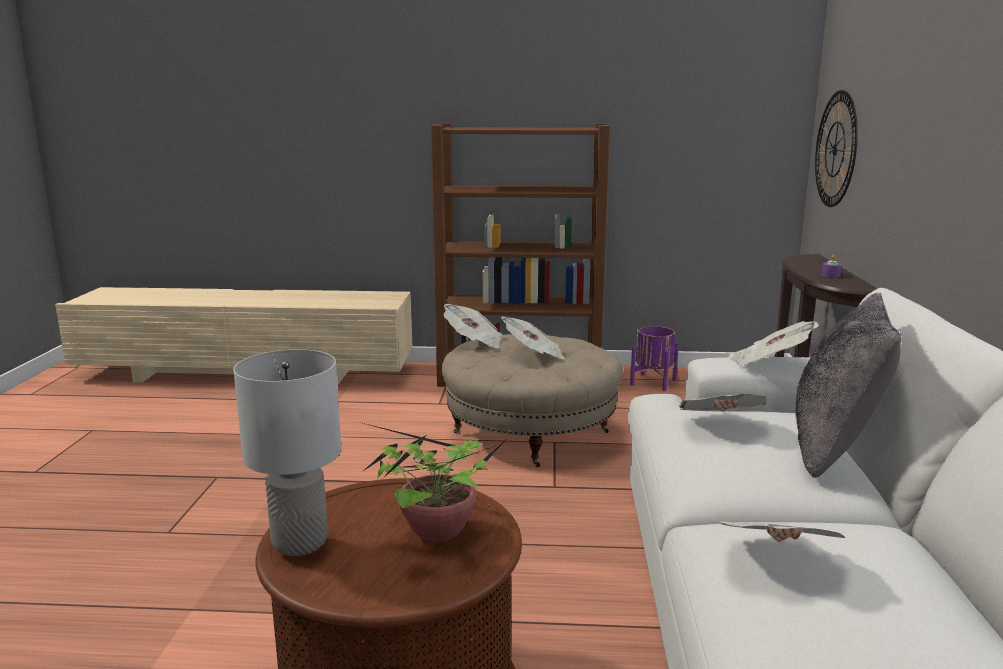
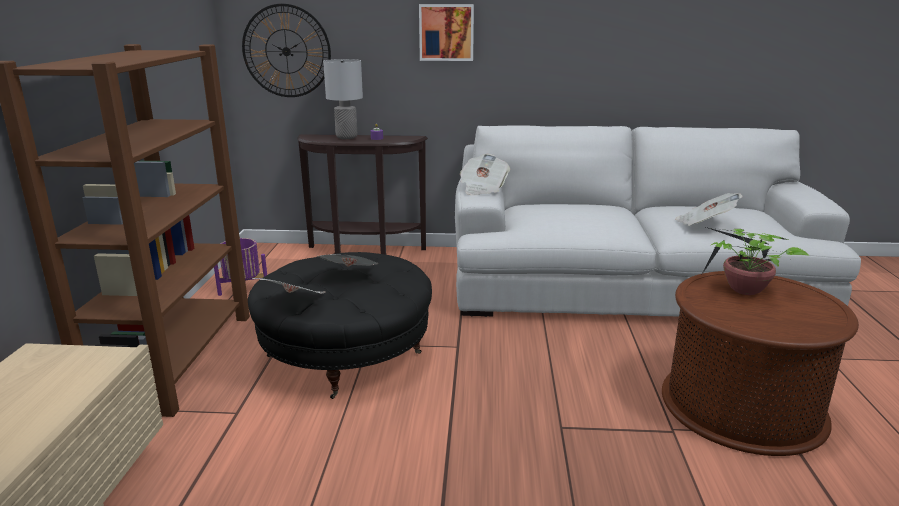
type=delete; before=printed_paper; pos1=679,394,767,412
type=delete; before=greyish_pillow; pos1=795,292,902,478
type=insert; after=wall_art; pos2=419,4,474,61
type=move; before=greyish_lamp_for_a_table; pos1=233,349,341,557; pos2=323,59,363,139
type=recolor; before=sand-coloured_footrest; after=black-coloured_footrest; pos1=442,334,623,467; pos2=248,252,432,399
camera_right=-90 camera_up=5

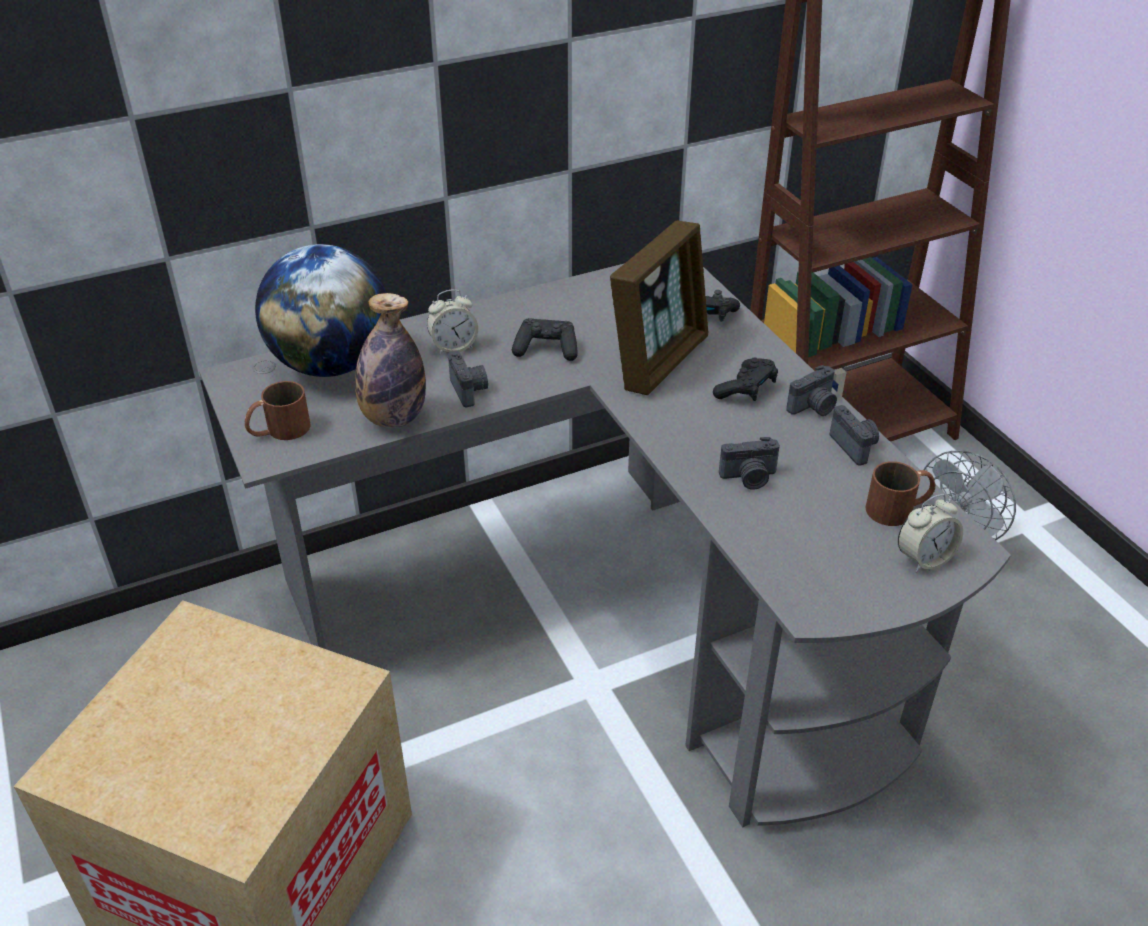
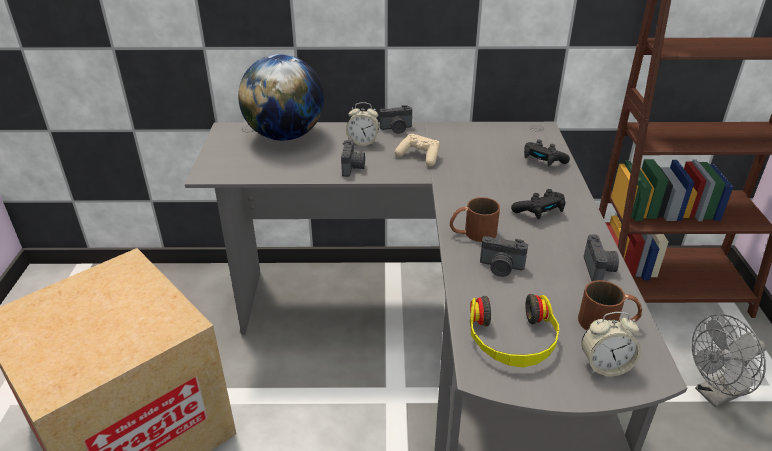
type=delete; before=bottle; pos1=355,293,426,428
type=delete; before=photo_frame; pos1=610,221,708,395
type=insert; after=pair_of_headphones; pos2=470,294,559,367
type=move; before=brown_mug; pos1=245,381,311,440; pos2=450,197,500,242
type=move; before=photo_camera; pos1=786,365,837,416; pos2=380,105,412,134
type=recolor; before=black-coloured_game_controller; after=sand-coloured_game_controller; pos1=512,318,578,361; pos2=395,134,440,167
camera_right=25 camera_up=-5

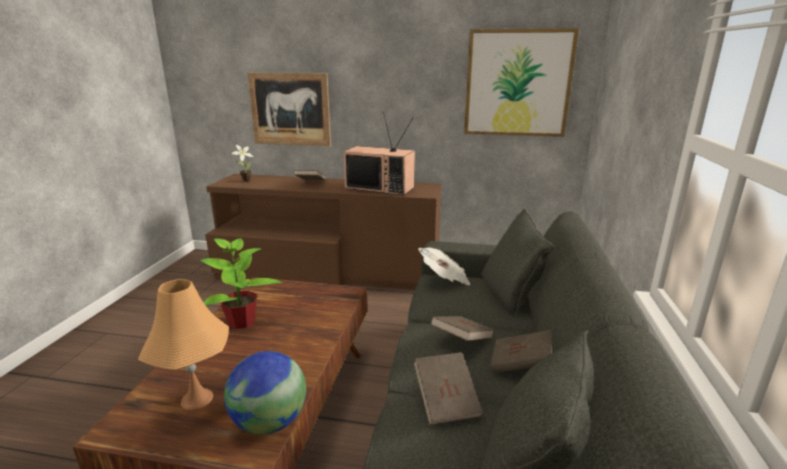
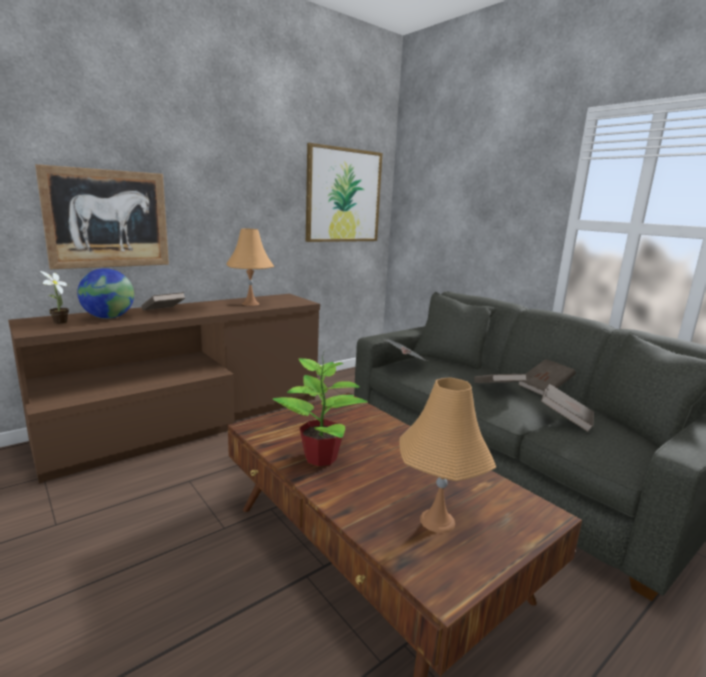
type=move; before=world_globe; pos1=224,351,306,435; pos2=77,268,134,319
type=replace; before=TV_set; after=orange-coloured_lamp_for_a_table; pos1=343,111,415,195; pos2=226,229,274,306
camera_right=-50 camera_up=-5

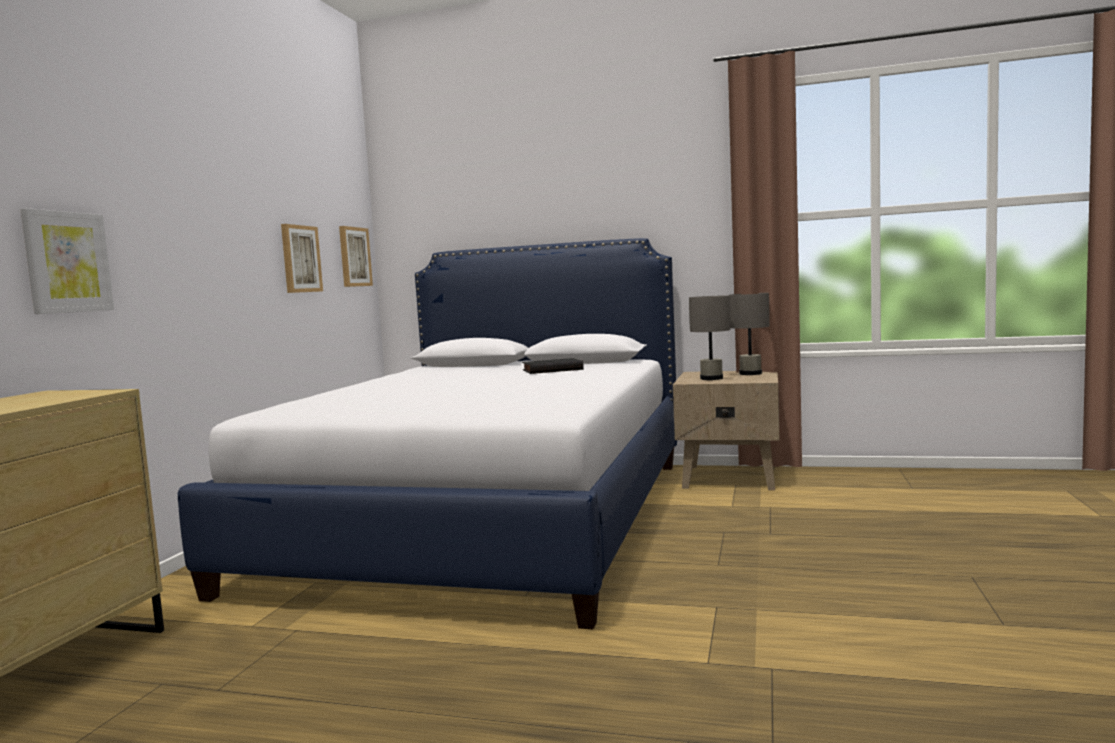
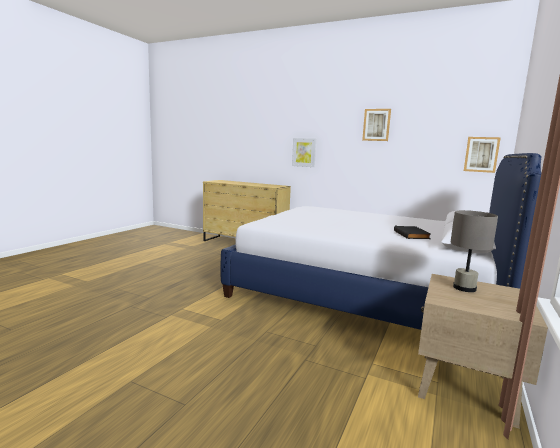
type=delete; before=greyish_lamp_for_a_table; pos1=729,293,770,375
type=move; before=wall_art; pos1=281,224,323,293; pos2=362,109,391,141
camera_right=100 camera_up=5

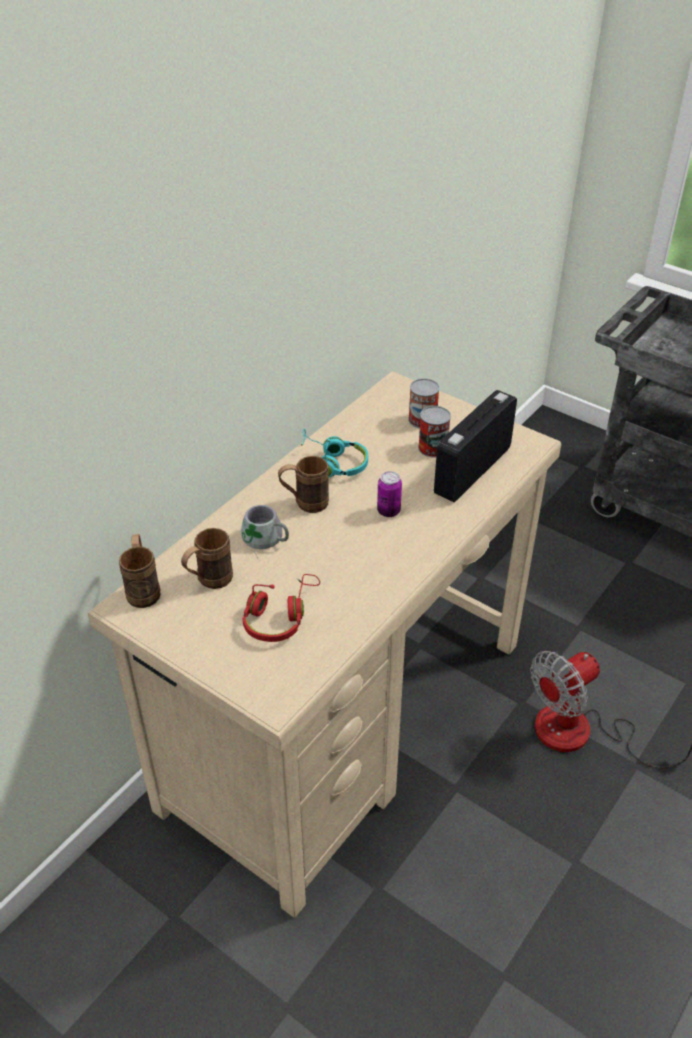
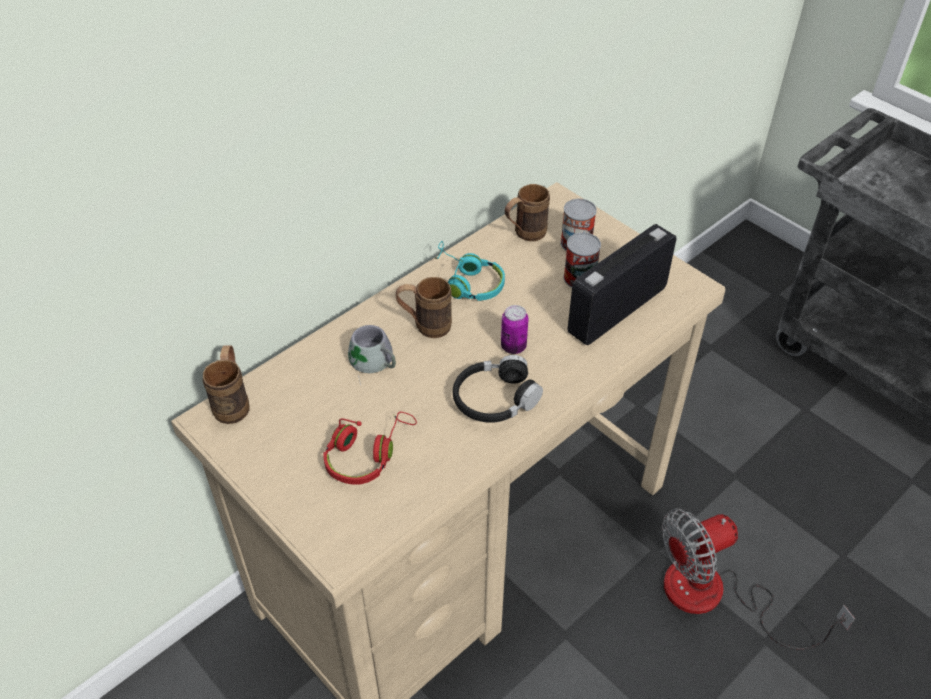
type=insert; after=black-coloured_pair_of_headphones; pos2=453,355,543,423
type=move; before=brown_mug; pos1=181,528,233,589; pos2=505,184,550,241
camera_right=10 camera_up=5

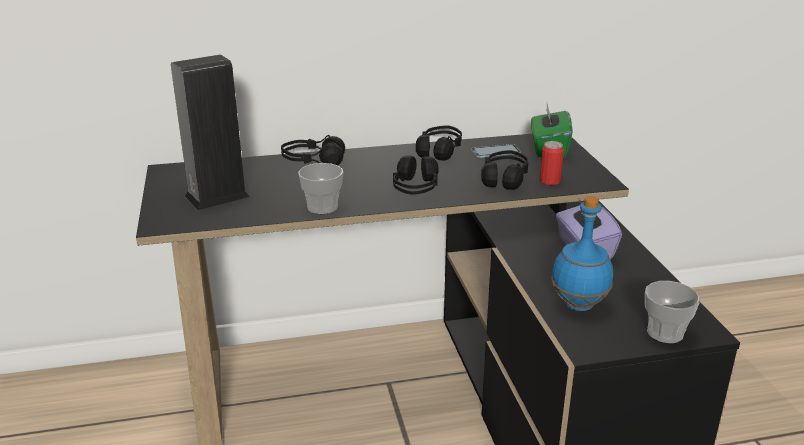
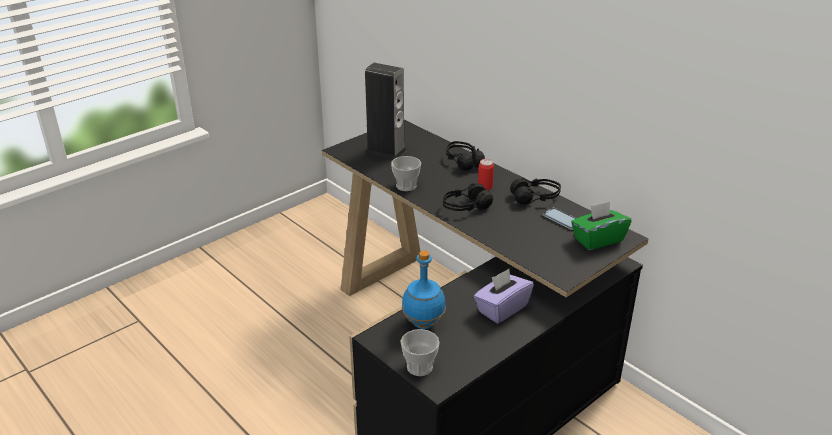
type=delete; before=black-coloured_pair_of_headphones; pos1=481,150,528,190
type=move; before=metal_can; pos1=539,141,564,185; pos2=478,159,494,190
camera_right=60 camera_up=5

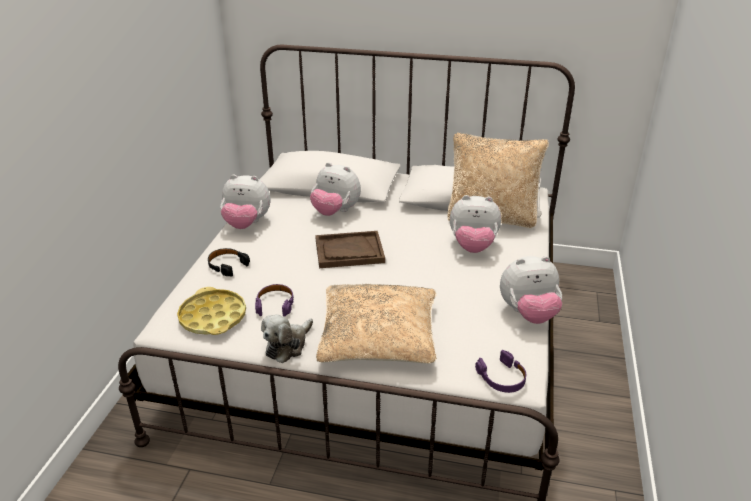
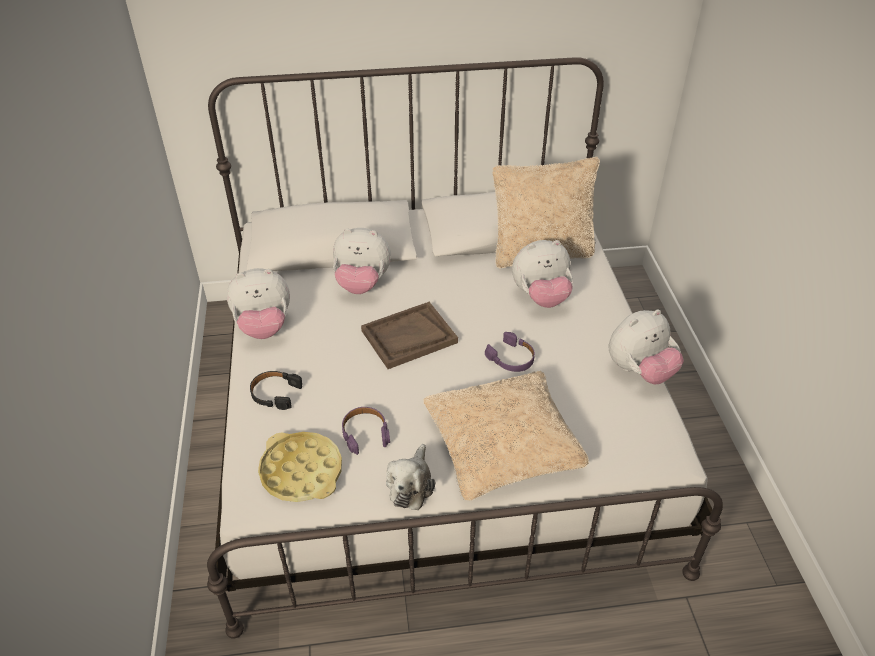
type=move; before=purple_pair_of_headphones; pos1=475,350,526,393; pos2=485,332,535,372
camera_right=-20 camera_up=10

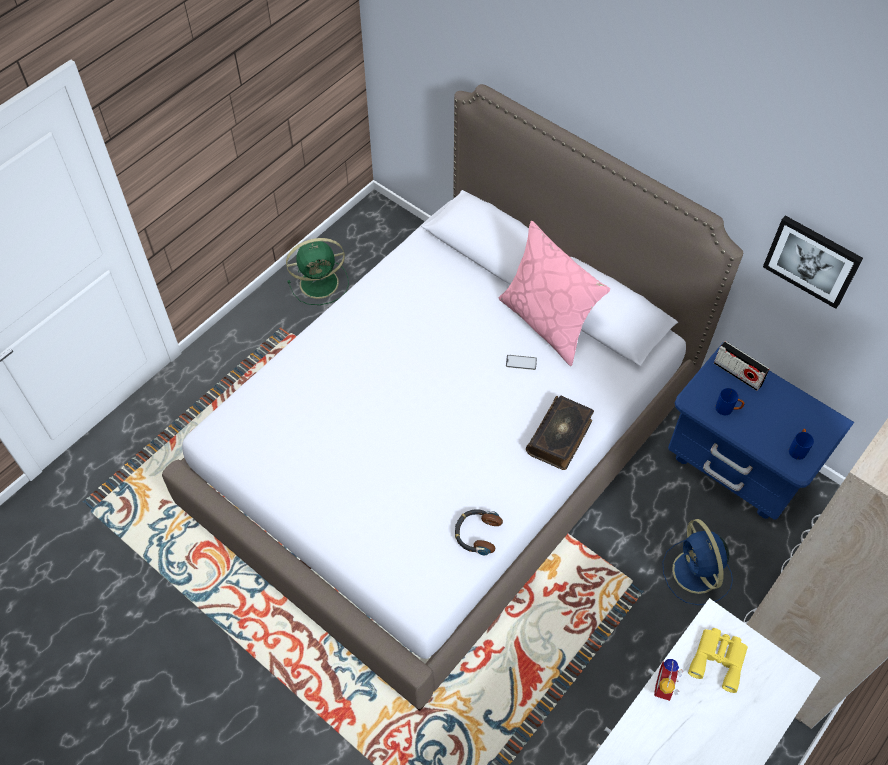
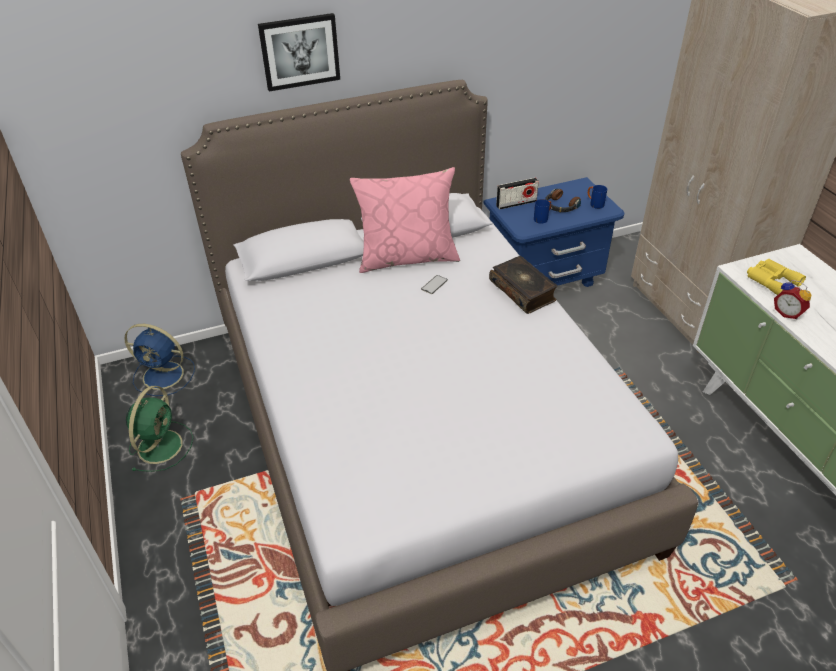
type=move; before=pair_of_headphones; pos1=455,509,503,555; pos2=545,188,581,212
type=move; before=bluish_cooling_fan; pos1=662,519,733,605; pos2=124,324,195,396
type=move; before=wall_art; pos1=763,215,863,309; pos2=258,13,340,92
camera_right=-60 camera_up=-15

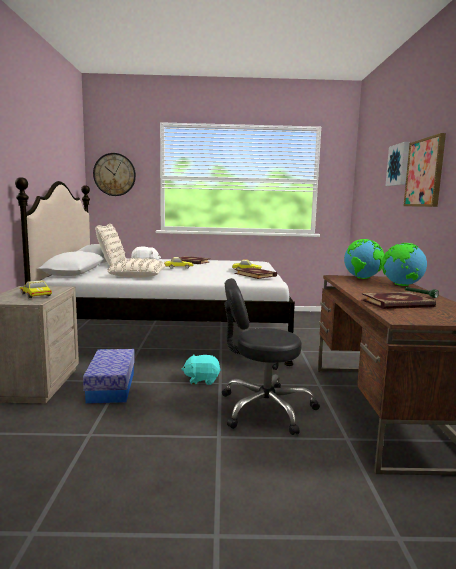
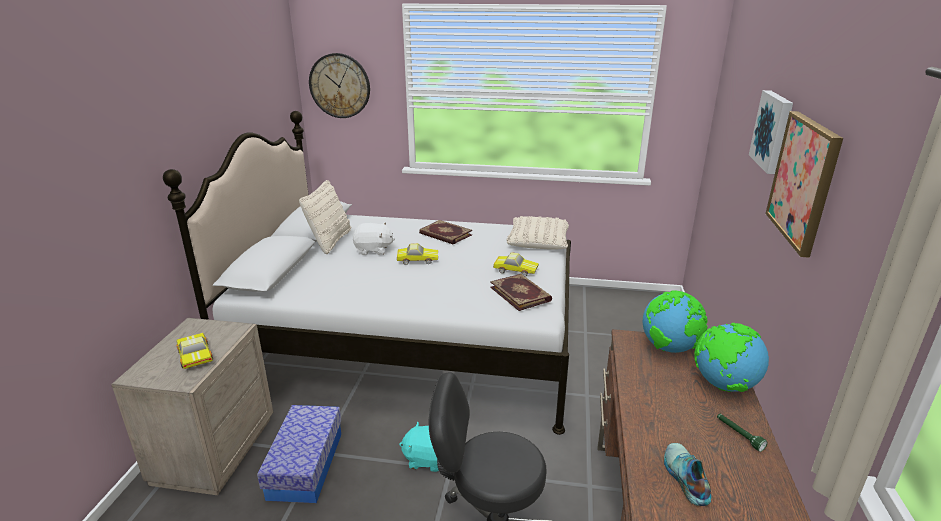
type=move; before=sand-coloured_pillow; pos1=108,258,165,277; pos2=507,216,569,250
type=replace; before=bound_book; after=item_of_footwear; pos1=361,292,436,309; pos2=664,443,711,506
camera_right=10 camera_up=15

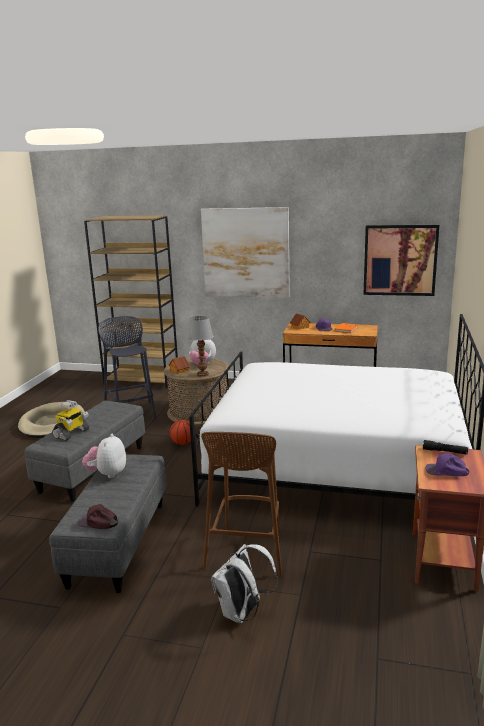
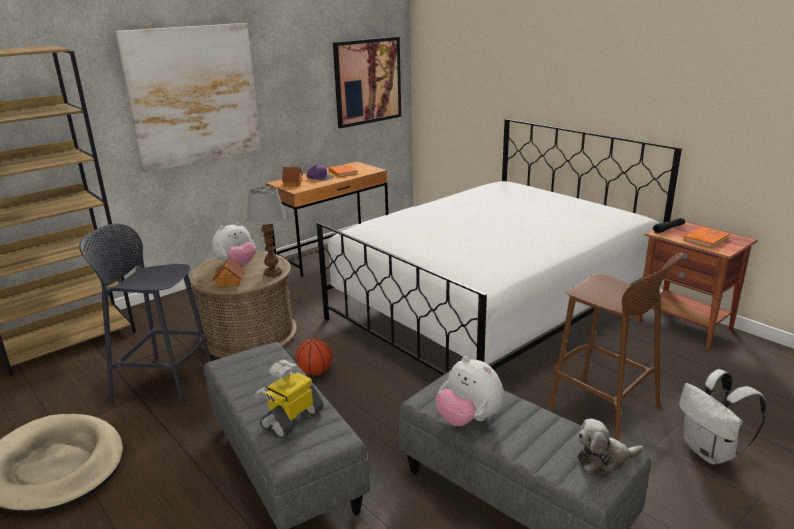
type=replace; before=brown_peaked_cap; after=soft_toy; pos1=78,504,118,529; pos2=577,419,644,475
type=replace; before=purple_peaked_cap; after=orange-coloured_bound_book; pos1=425,453,469,476; pos2=683,227,730,248
type=rotate; before=model_robot; pos1=52,400,89,441; pos2=255,360,324,438; turn=-120
camera_right=-55 camera_up=5

